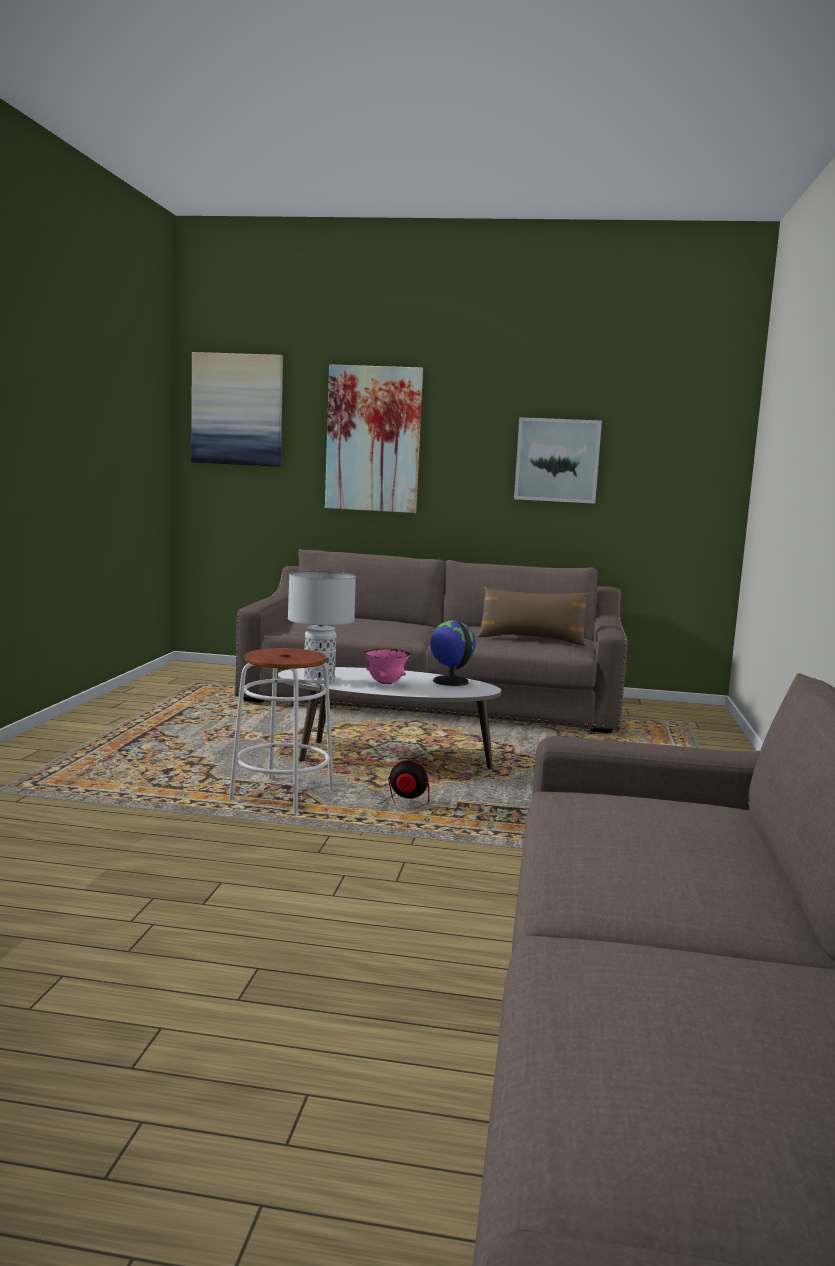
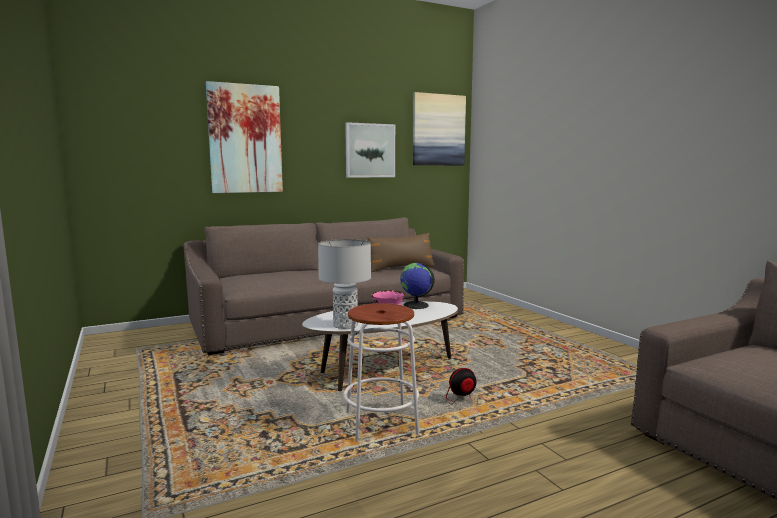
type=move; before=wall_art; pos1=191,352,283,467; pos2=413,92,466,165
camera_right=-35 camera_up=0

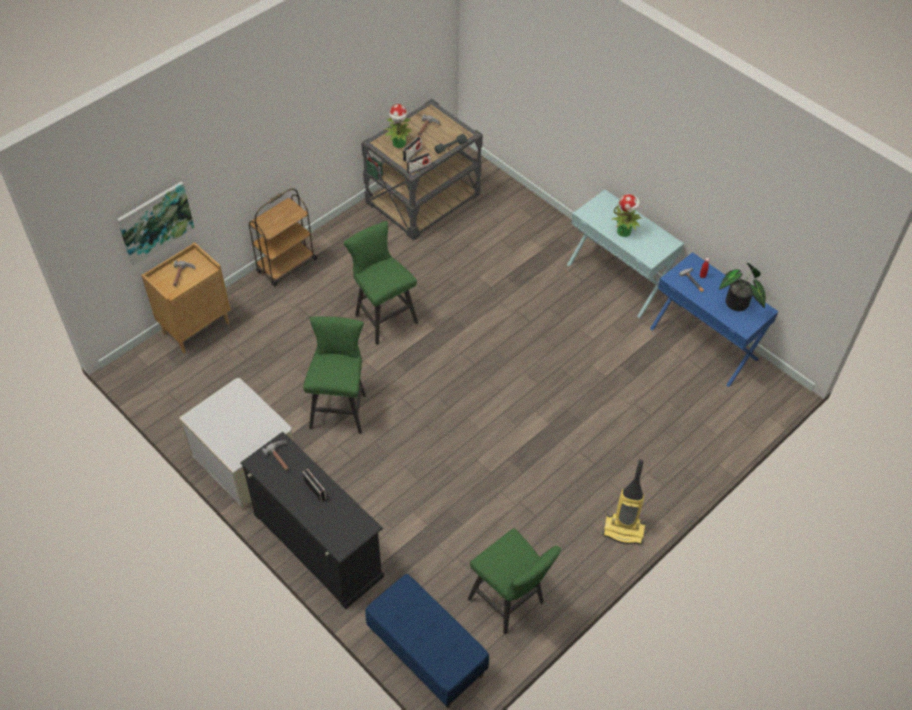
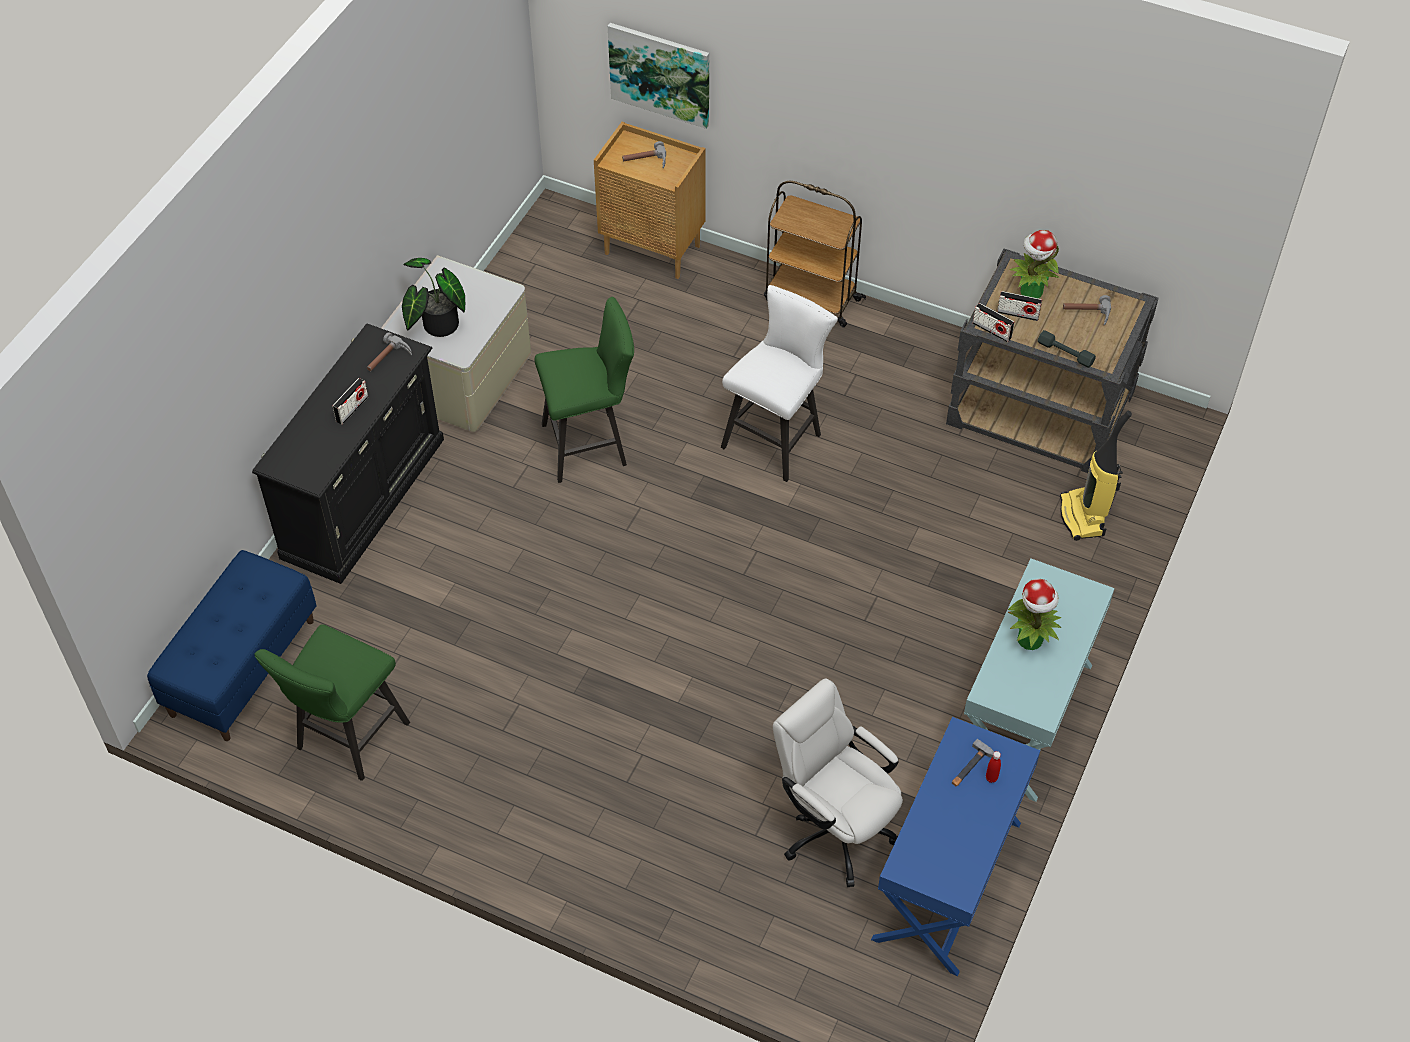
type=insert; after=whitish_computer_chair; pos2=773,678,903,887
type=move; before=vacuum; pos1=602,460,646,545; pos2=1060,411,1132,541
type=move; before=plant_in_a_pot; pos1=719,263,766,311; pos2=402,258,465,337
type=recolor; before=green_sitting_stool; after=whitish_sitting_stool; pos1=343,221,418,345; pos2=721,285,838,482
camera_right=70 camera_up=0

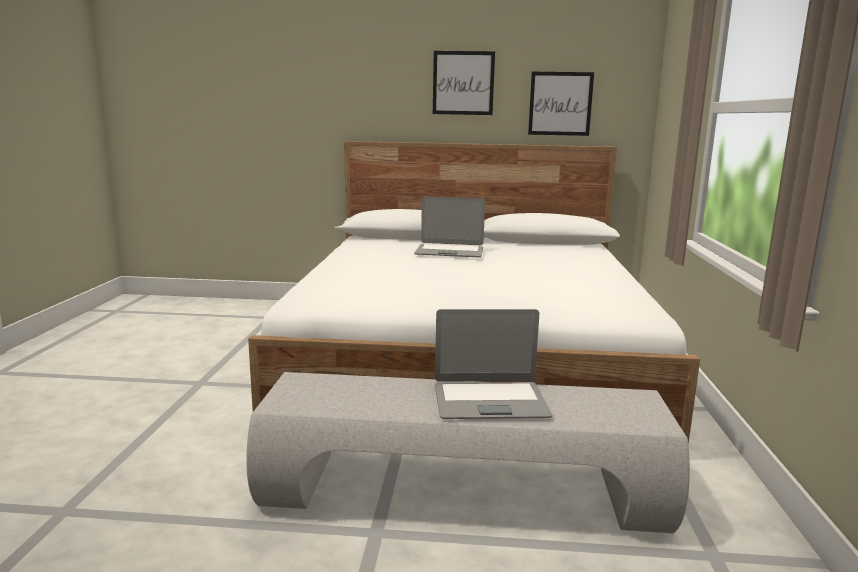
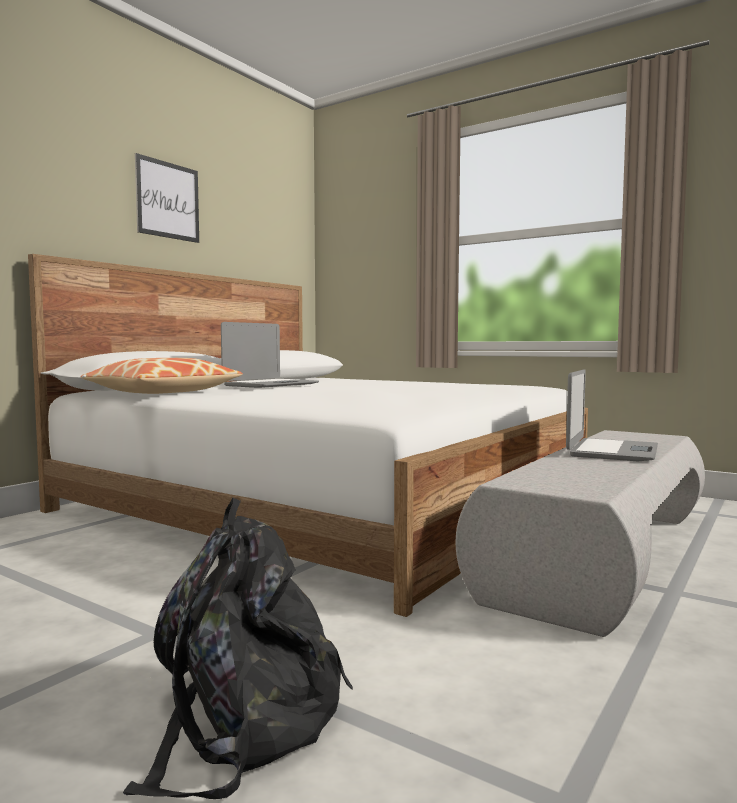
type=delete; before=wall_art; pos1=528,72,594,136
type=insert; after=pillow; pos2=80,358,243,394
type=insert; after=black-coloured_knapsack; pos2=123,497,353,799
camera_right=-60 camera_up=-10

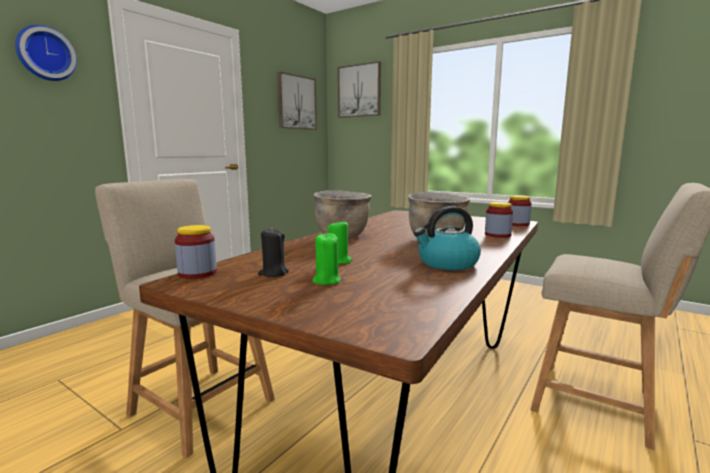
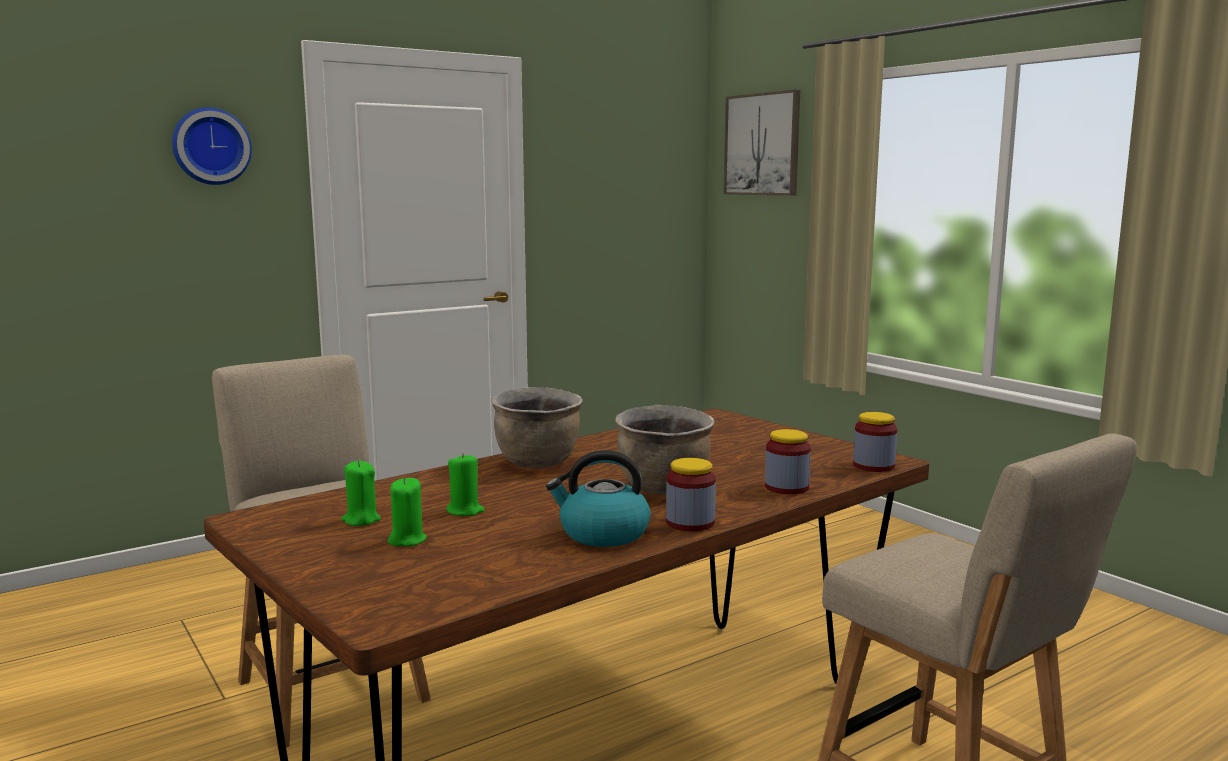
type=delete; before=wall_art; pos1=277,72,317,130
type=move; before=preserve_jar; pos1=175,225,217,279; pos2=666,458,716,531
type=recolor; before=black-coloured_candle; after=green_candle; pos1=258,228,289,277; pos2=341,461,381,526
camera_right=20 camera_up=0

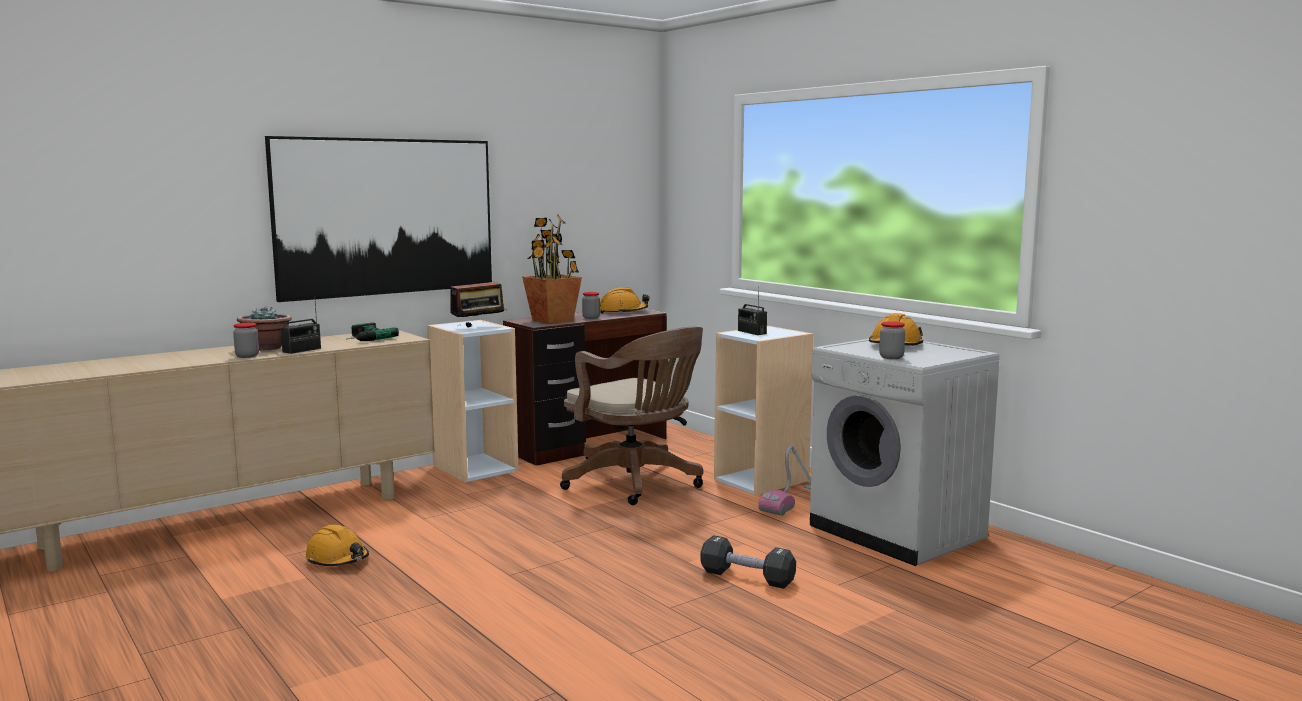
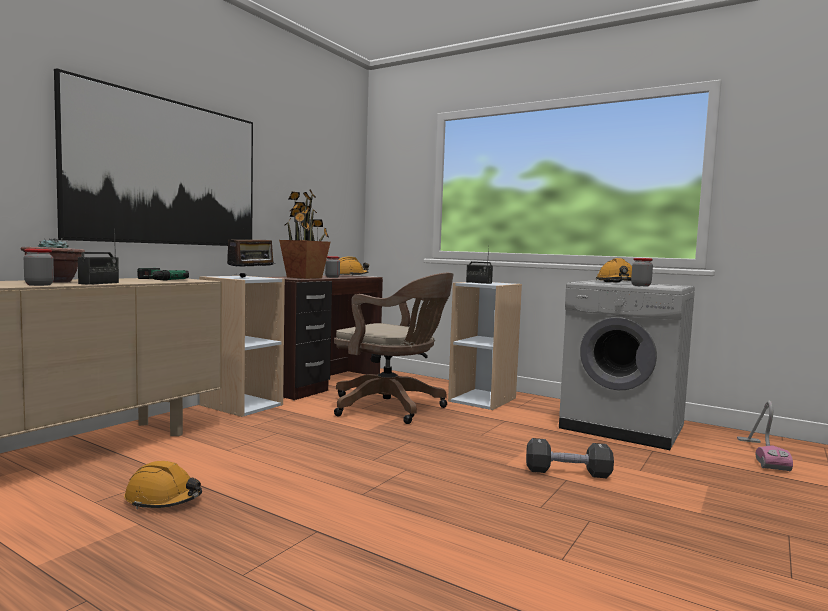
type=move; before=vacuum; pos1=758,445,811,516; pos2=737,400,793,472
camera_right=-20 camera_up=-5

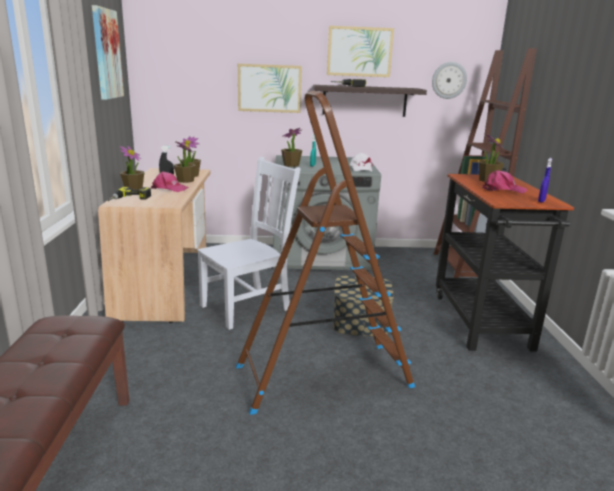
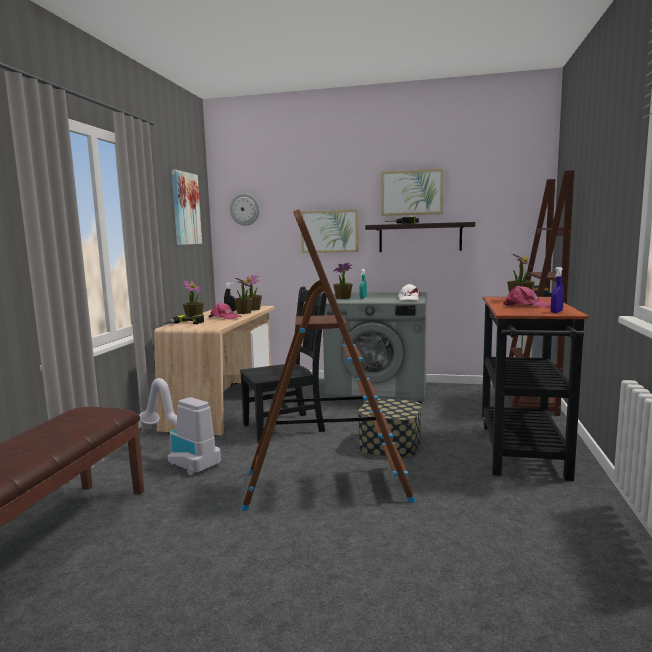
type=insert; after=vacuum; pos2=139,378,221,475
type=move; before=clock_on_the_wall; pos1=432,62,467,99; pos2=230,193,260,226
type=recolor; before=whitish_plain_chair; after=black-coloured_plain_chair; pos1=197,157,301,330; pos2=240,286,327,444
camera_right=15 camera_up=-10

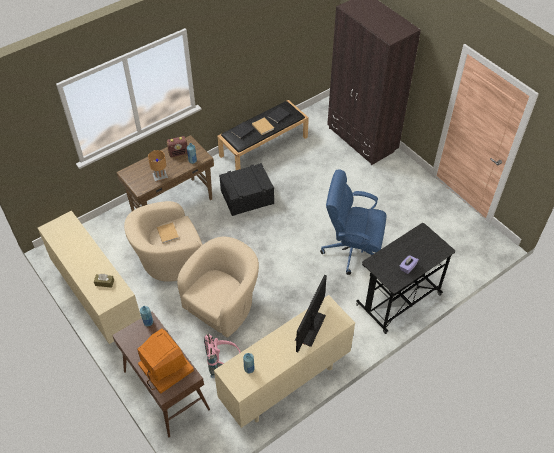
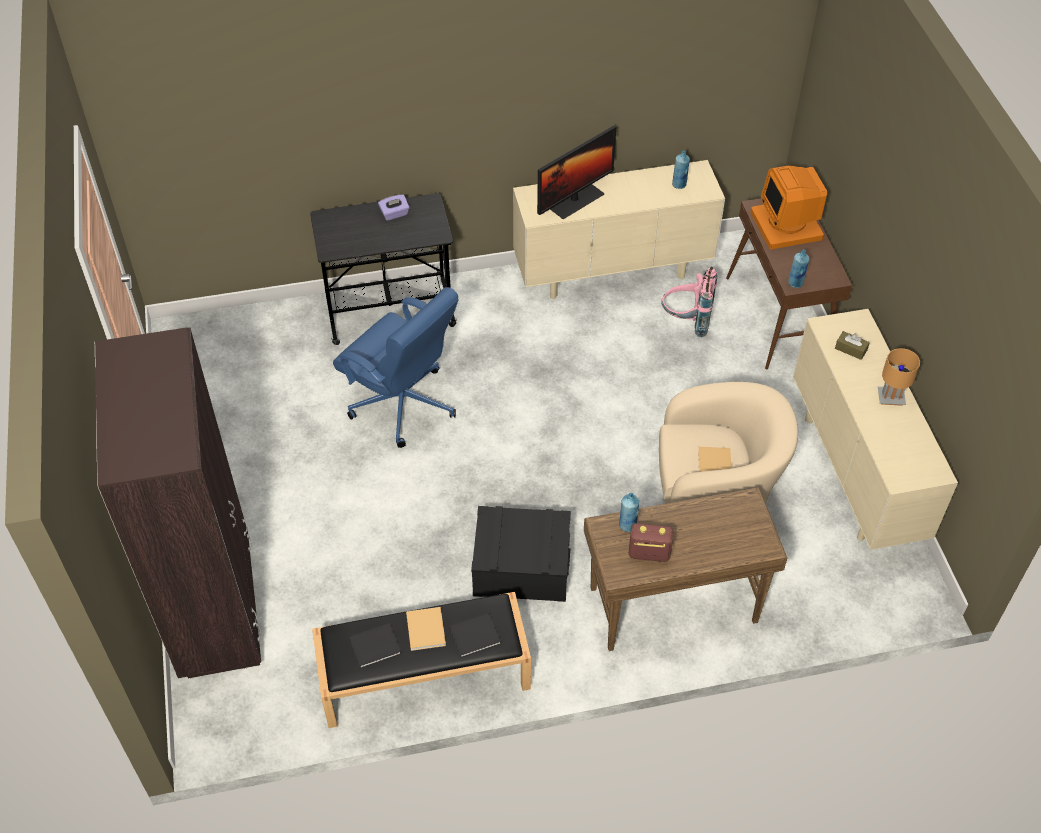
type=delete; before=sand-coloured_easy_chair; pos1=177,237,259,338
type=move; before=brown_lamp_for_a_table; pos1=148,150,168,181; pos2=878,348,920,406
camera_right=-155 camera_up=0

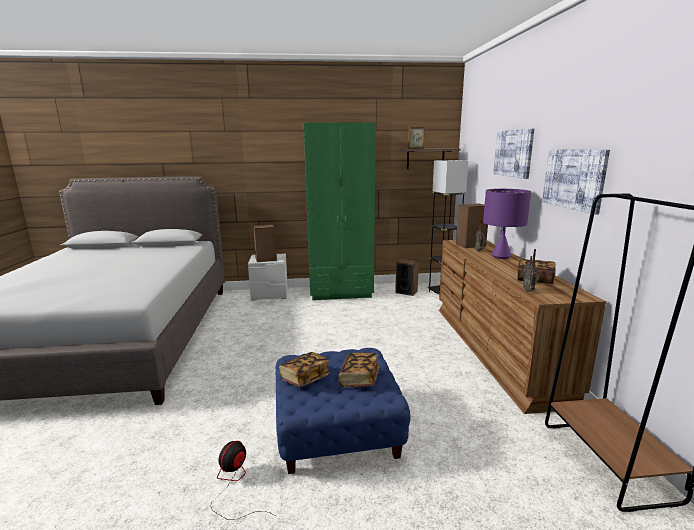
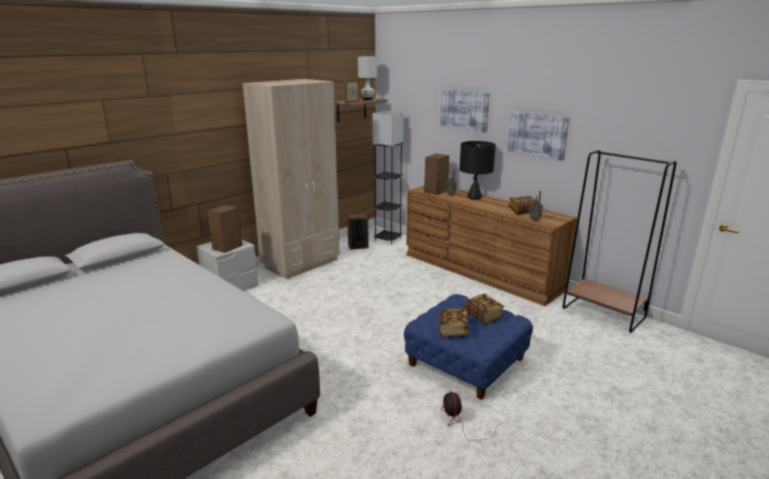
type=insert; after=whitish_lamp_for_a_table; pos2=358,56,377,100
type=recolor; before=green_clothes_cupboard; after=sand-coloured_clothes_cupboard; pos1=304,122,376,301; pos2=243,79,340,279
type=recolor; before=purple_lamp_for_a_table; after=black-coloured_lamp_for_a_table; pos1=483,189,531,259; pos2=459,141,496,200
camera_right=-40 camera_up=5

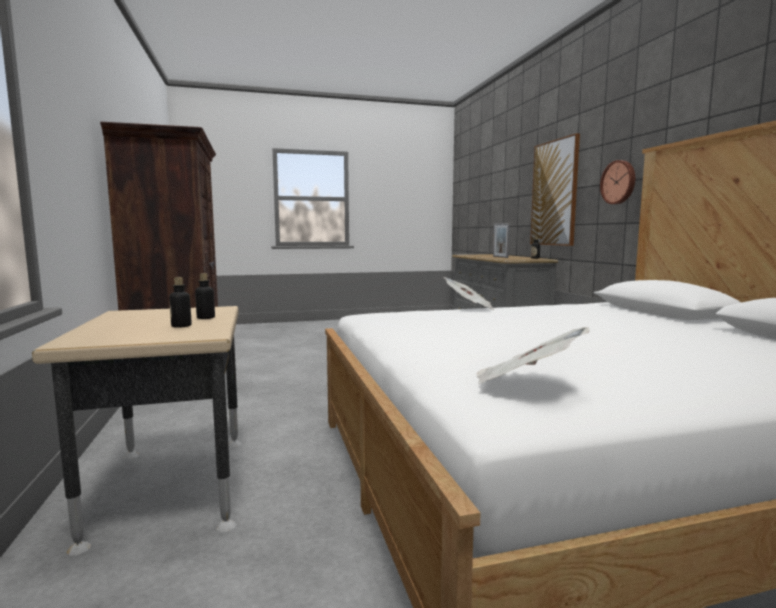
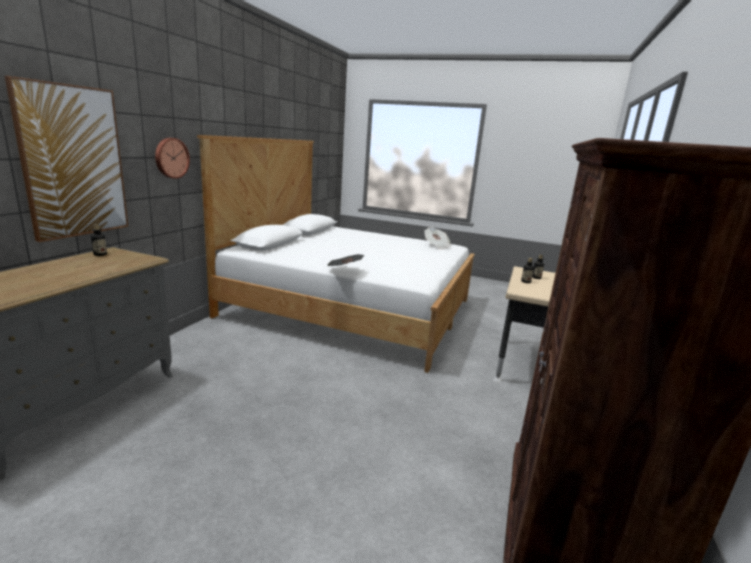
type=delete; before=photo_frame; pos1=493,223,510,258
camera_right=-145 camera_up=10

